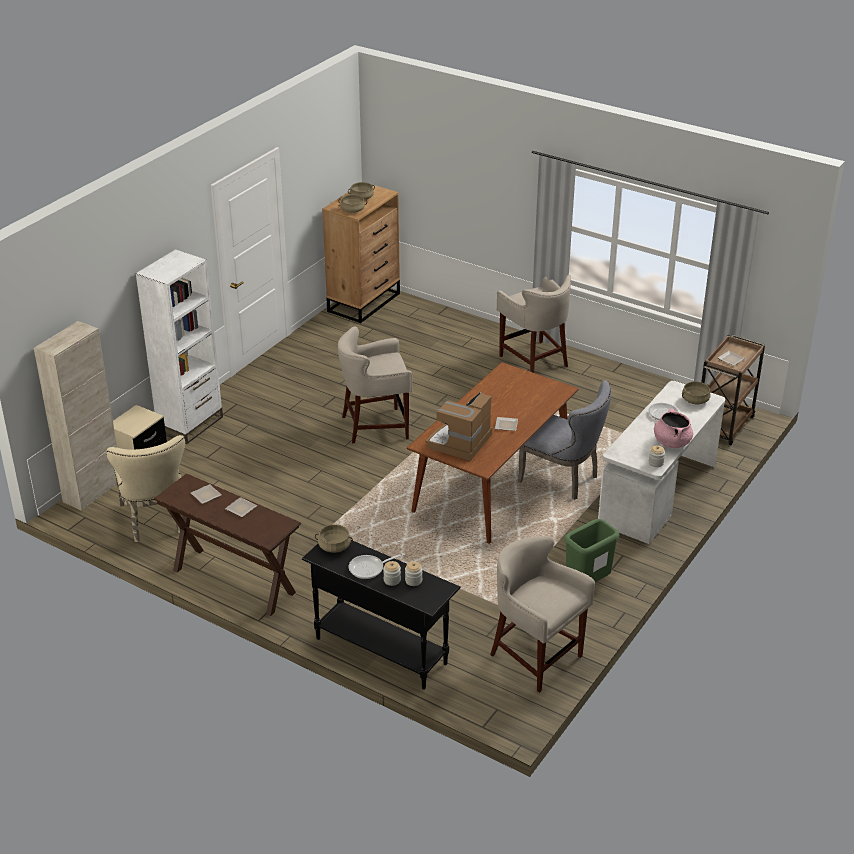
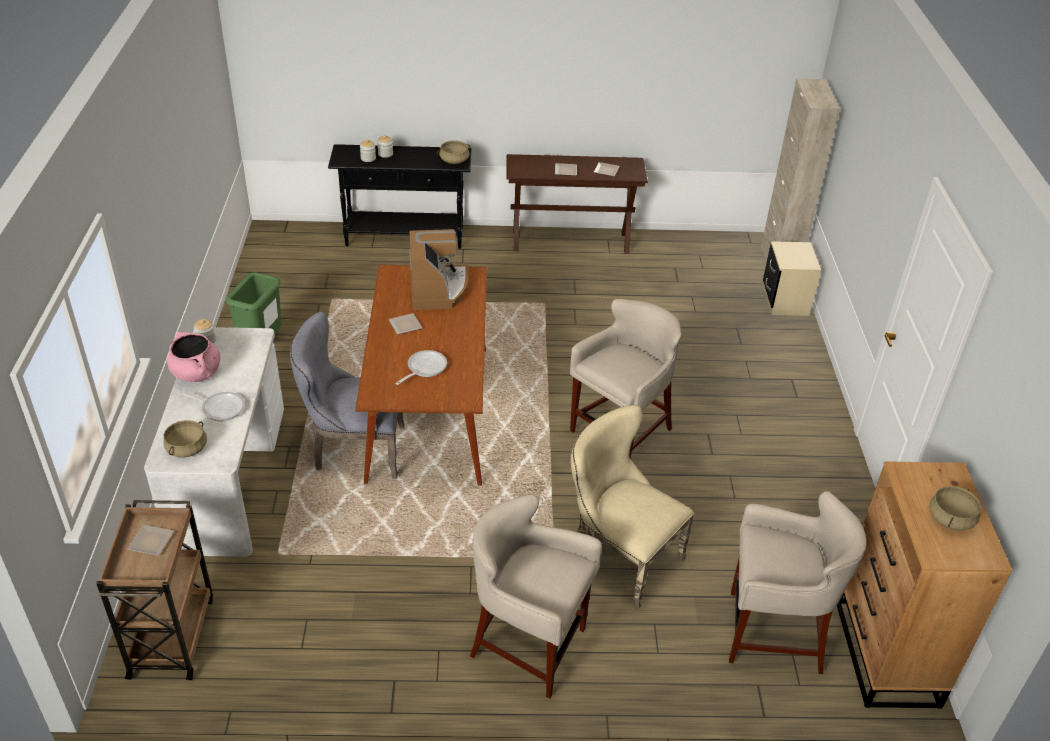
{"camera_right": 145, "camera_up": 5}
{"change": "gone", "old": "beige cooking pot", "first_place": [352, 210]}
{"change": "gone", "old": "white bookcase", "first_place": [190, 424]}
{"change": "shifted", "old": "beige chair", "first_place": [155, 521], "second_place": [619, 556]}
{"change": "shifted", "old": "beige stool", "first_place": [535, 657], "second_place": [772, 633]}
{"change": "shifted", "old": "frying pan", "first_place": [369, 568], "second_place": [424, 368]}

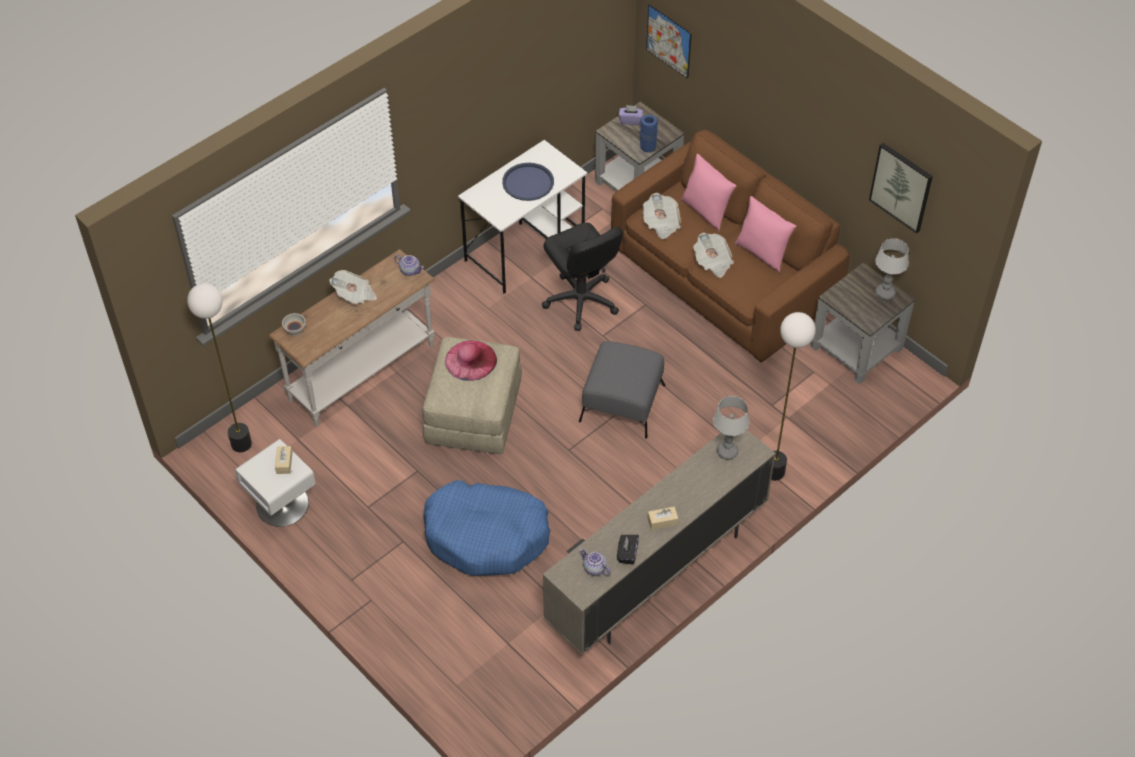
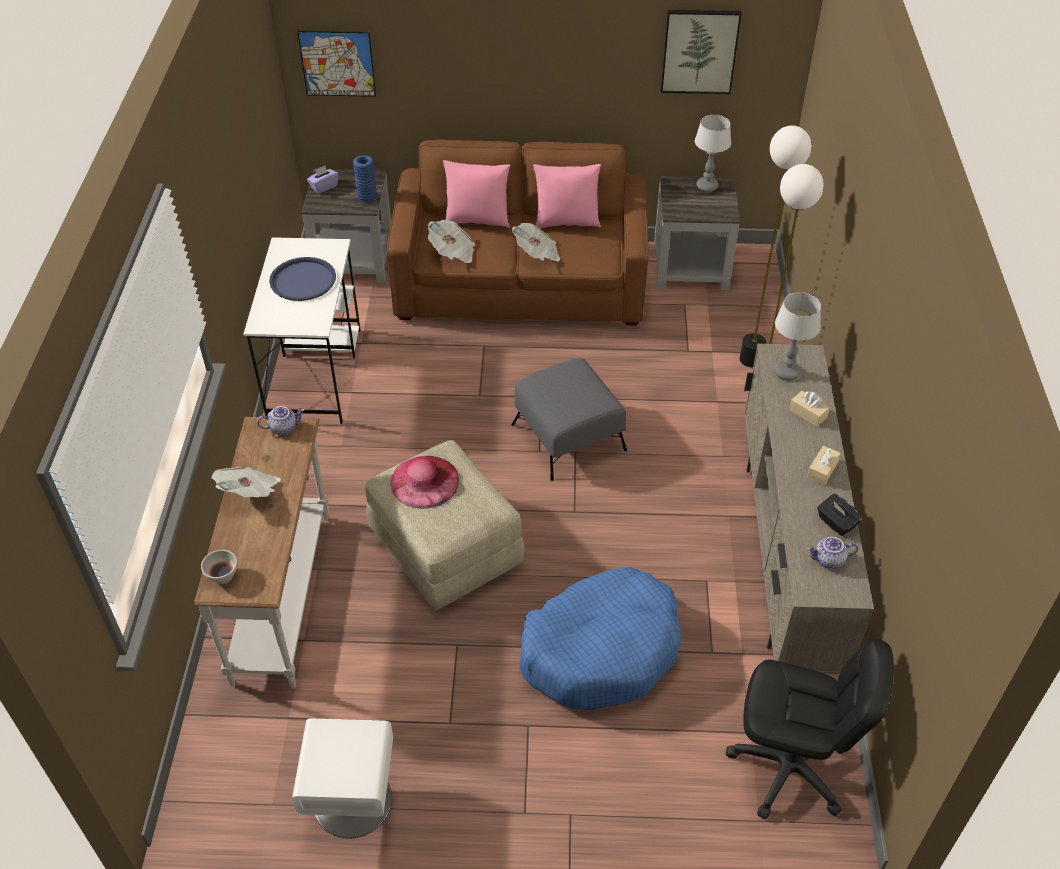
{"camera_right": -45, "camera_up": -5}
{"change": "shifted", "old": "black office chair", "first_place": [581, 301], "second_place": [788, 768]}
{"change": "shifted", "old": "floor lamp", "first_place": [241, 443], "second_place": [750, 359]}
{"change": "shifted", "old": "beige tissue box", "first_place": [284, 463], "second_place": [808, 413]}

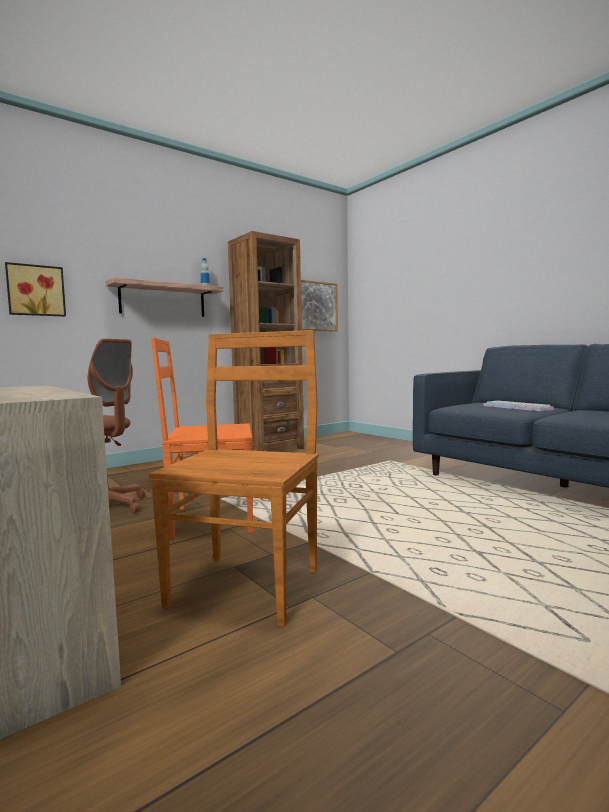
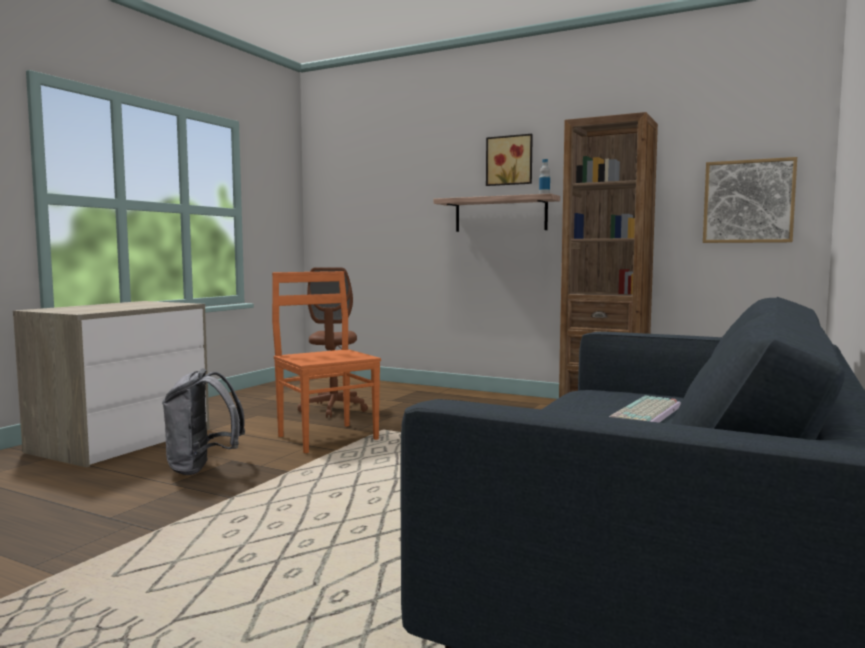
{"camera_right": 65, "camera_up": 0}
{"change": "shifted", "old": "picture", "first_place": [36, 290], "second_place": [510, 160]}
{"change": "swapped", "old": "brown chair", "new": "grey backpack", "first_place": [247, 585], "second_place": [202, 468]}

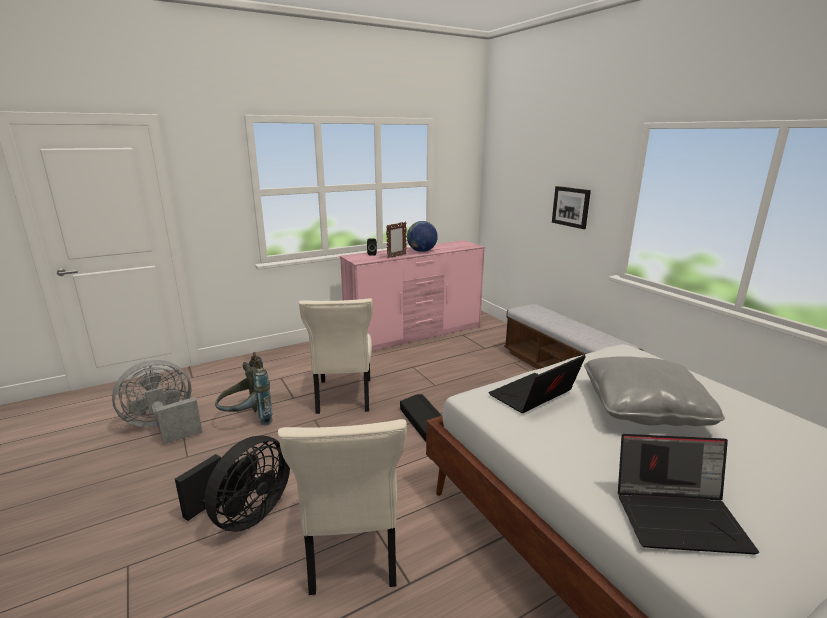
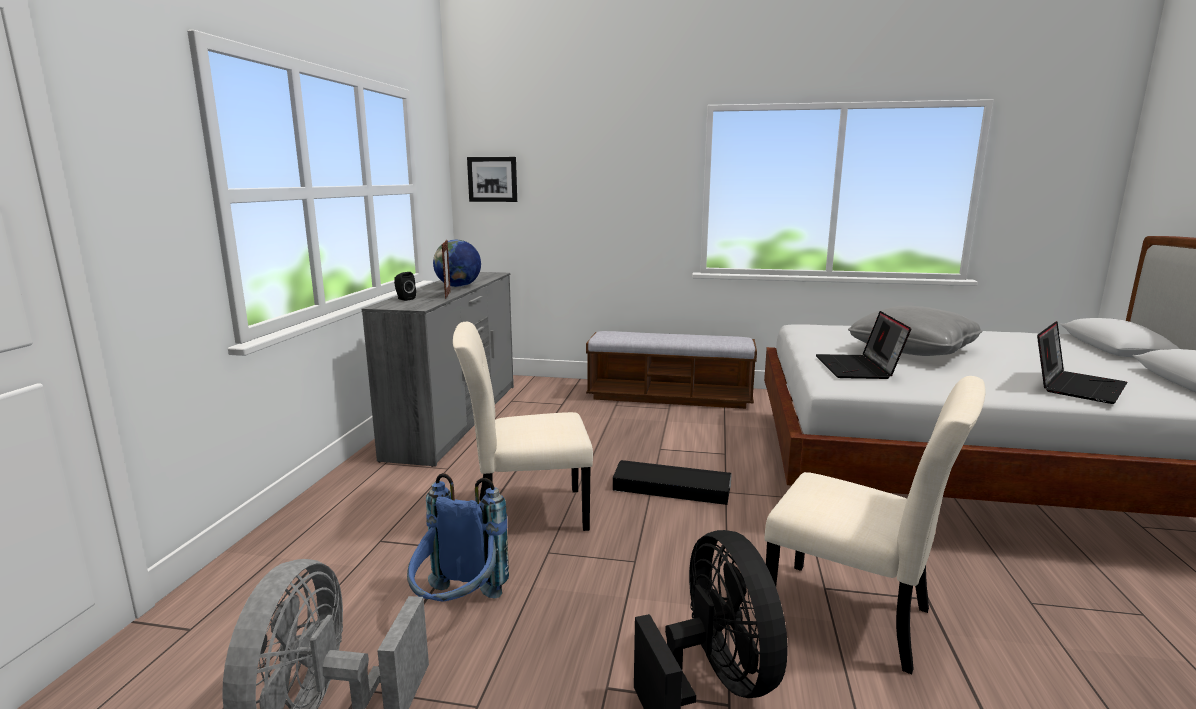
{"camera_right": -50, "camera_up": -5}
{"change": "shifted", "old": "picture", "first_place": [571, 207], "second_place": [492, 179]}
{"change": "repainted", "old": "pink dresser", "new": "grey dresser", "first_place": [415, 334], "second_place": [457, 419]}
{"change": "rotated", "old": "beige chair", "first_place": [343, 397], "second_place": [525, 513], "degrees": 135}
{"change": "repainted", "old": "grey backpack", "new": "blue backpack", "first_place": [247, 420], "second_place": [458, 608]}

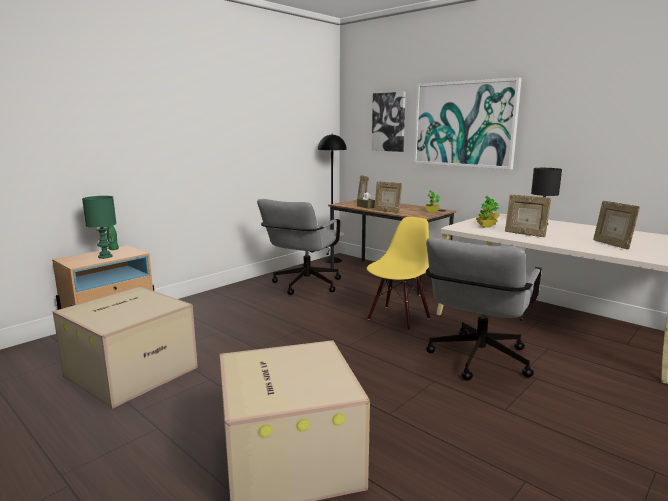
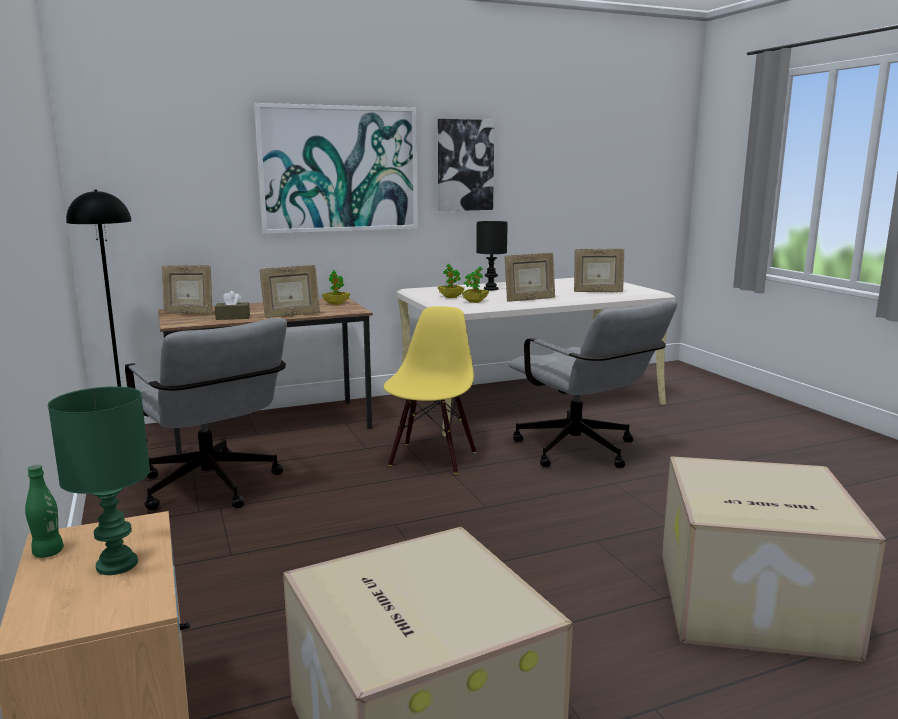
{"camera_right": -65, "camera_up": 0}
{"change": "shifted", "old": "picture", "first_place": [389, 122], "second_place": [465, 165]}
{"change": "rotated", "old": "yellow chair", "first_place": [398, 318], "second_place": [431, 458], "degrees": 45}

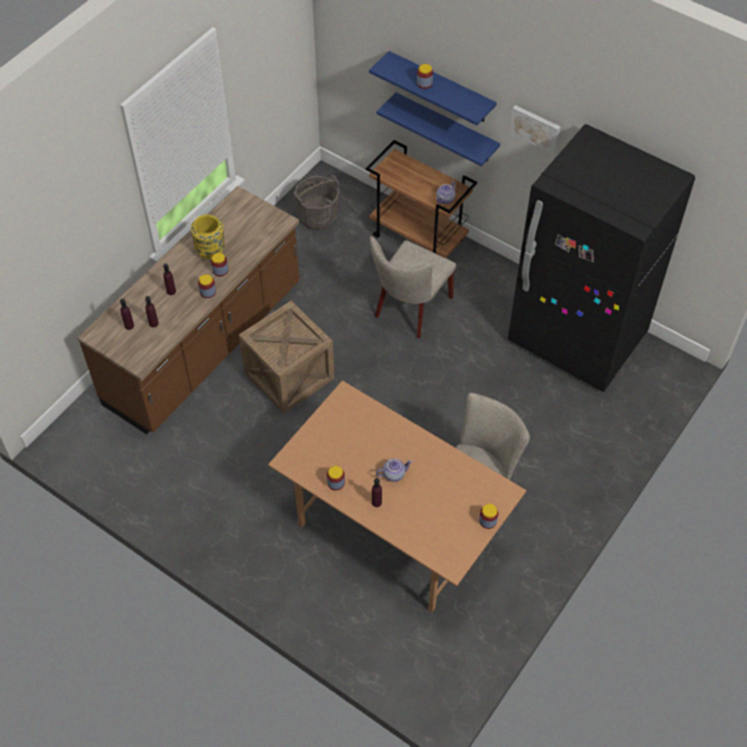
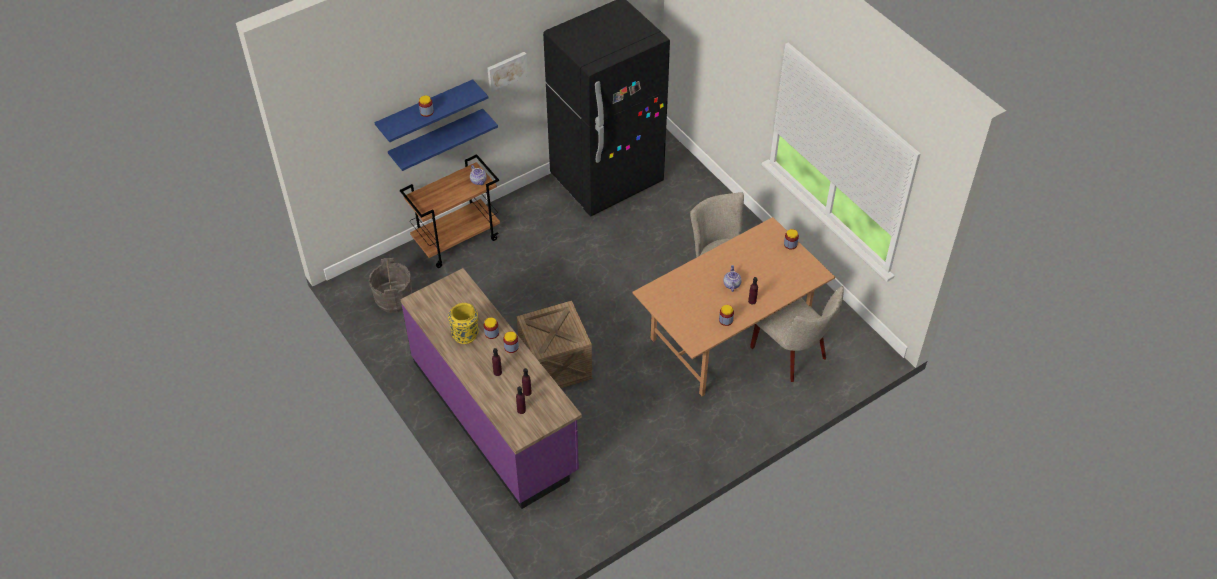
{"camera_right": -70, "camera_up": -5}
{"change": "repainted", "old": "brown counter", "new": "purple counter", "first_place": [205, 346], "second_place": [495, 416]}
{"change": "shifted", "old": "beige chair", "first_place": [410, 309], "second_place": [792, 355]}

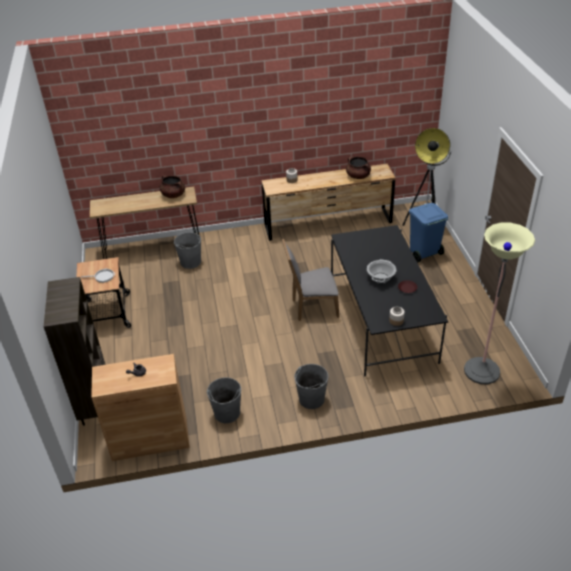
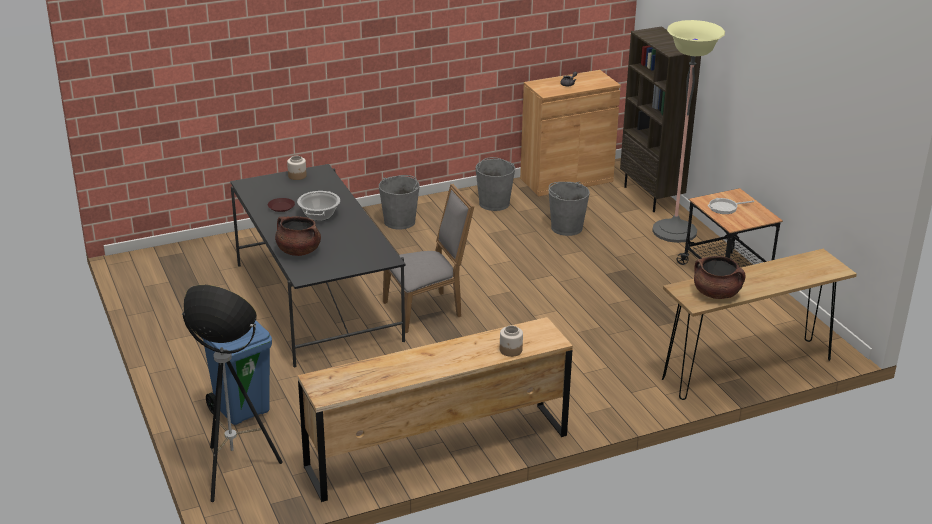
{"camera_right": 165, "camera_up": -10}
{"change": "shifted", "old": "brown cooking pot", "first_place": [358, 176], "second_place": [298, 251]}
{"change": "shifted", "old": "floor lamp", "first_place": [481, 371], "second_place": [674, 231]}
{"change": "shifted", "old": "grey bucket", "first_place": [190, 262], "second_place": [566, 227]}

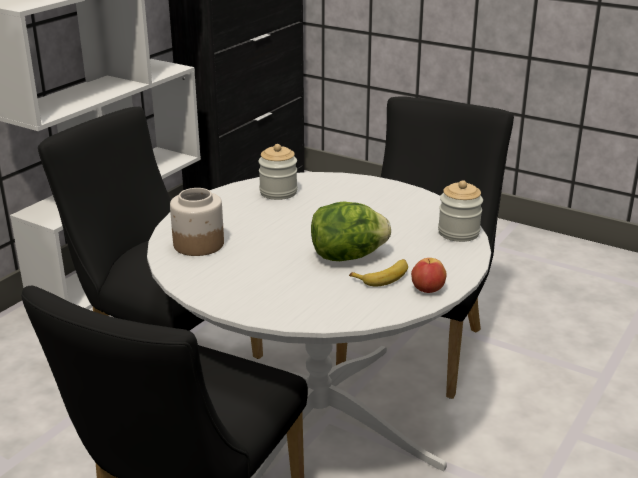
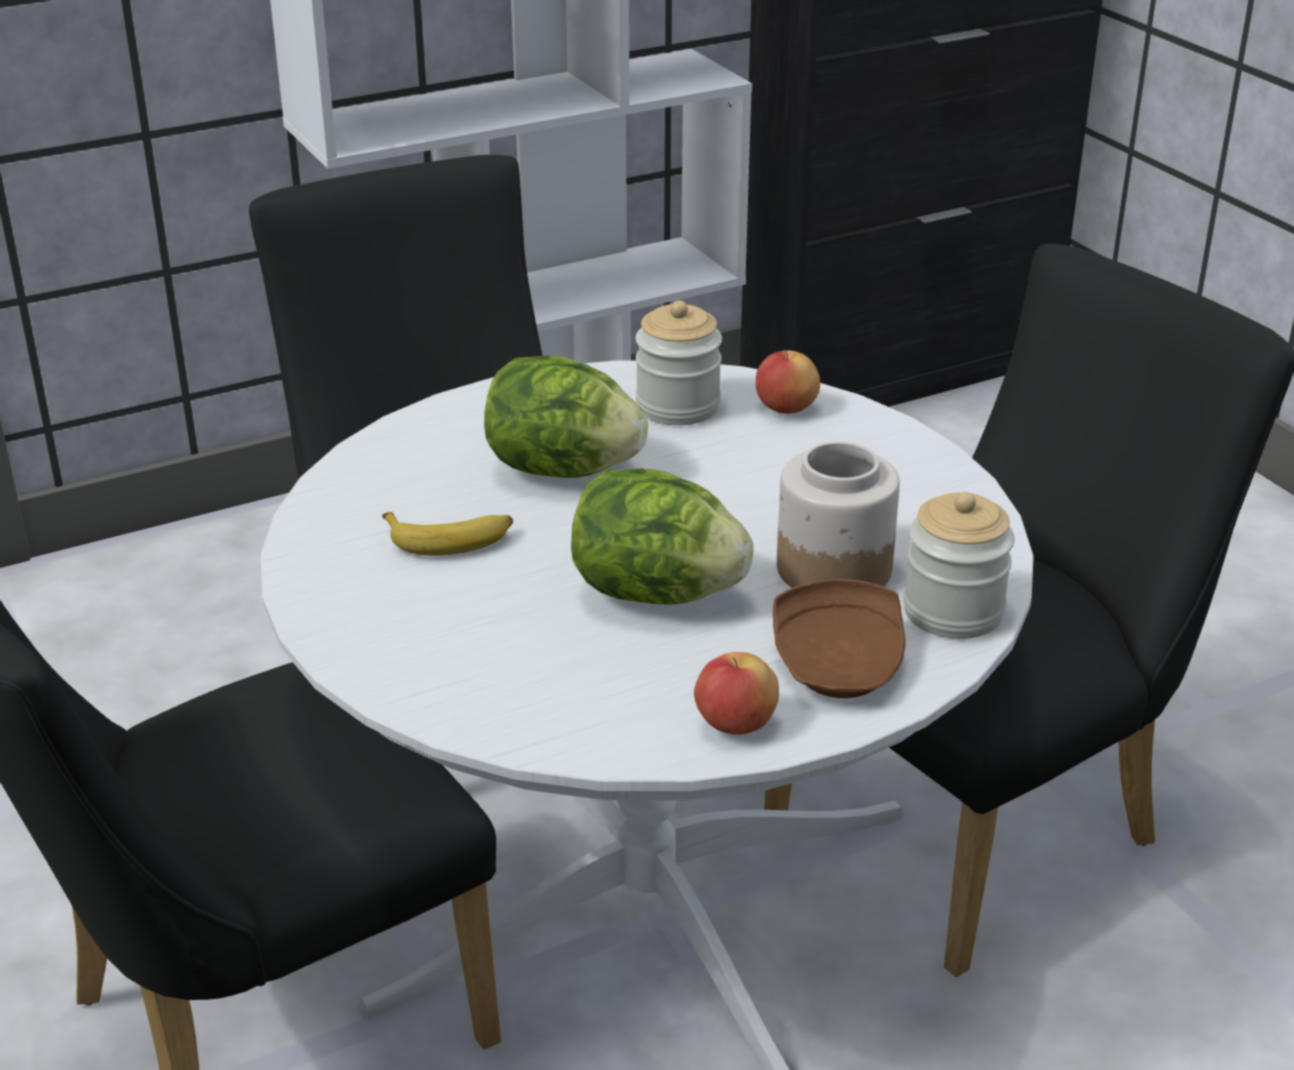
{"camera_right": 30, "camera_up": 5}
{"change": "shifted", "old": "jar", "first_place": [198, 244], "second_place": [832, 569]}
{"change": "shifted", "old": "banana", "first_place": [383, 277], "second_place": [450, 539]}
{"change": "new", "new": "apple", "second_place": [785, 409]}
{"change": "new", "new": "lettuce", "second_place": [562, 470]}
{"change": "new", "new": "brown plate", "second_place": [840, 666]}

